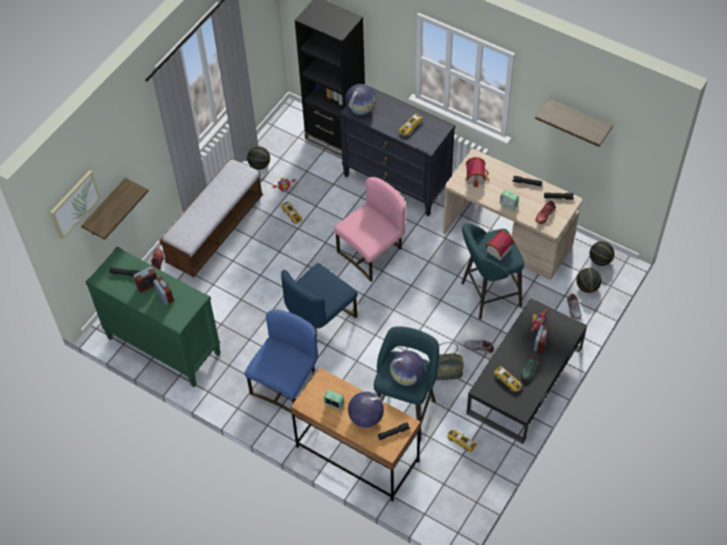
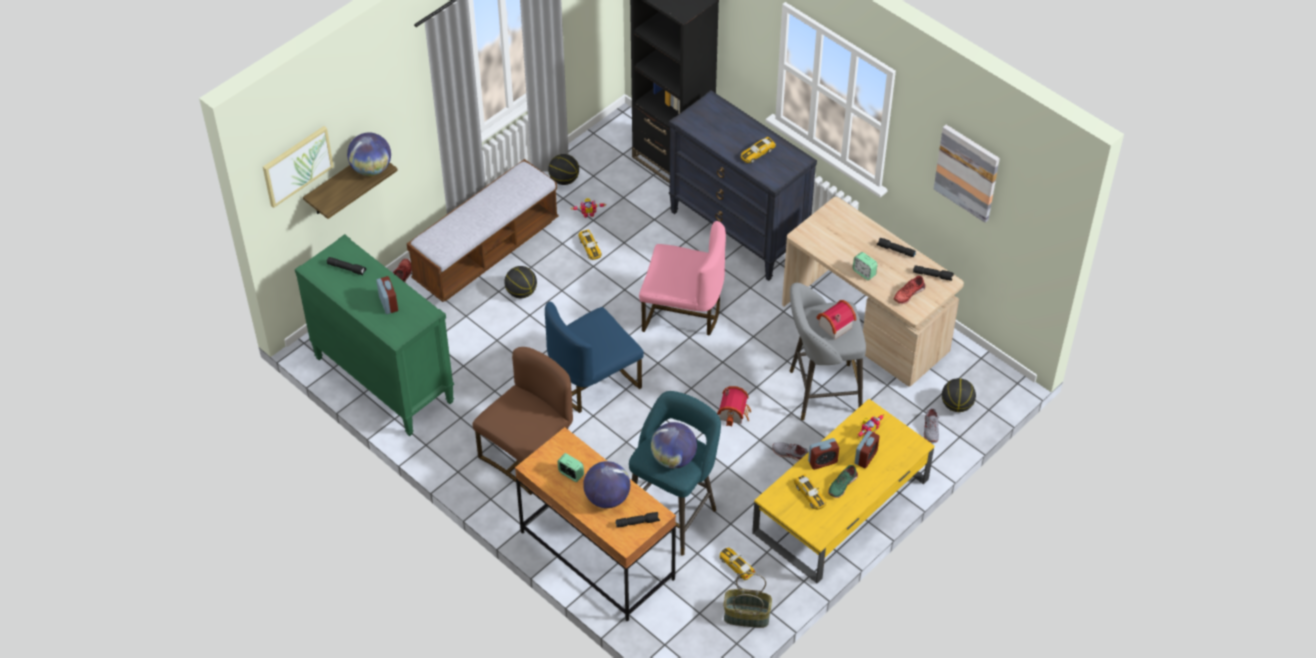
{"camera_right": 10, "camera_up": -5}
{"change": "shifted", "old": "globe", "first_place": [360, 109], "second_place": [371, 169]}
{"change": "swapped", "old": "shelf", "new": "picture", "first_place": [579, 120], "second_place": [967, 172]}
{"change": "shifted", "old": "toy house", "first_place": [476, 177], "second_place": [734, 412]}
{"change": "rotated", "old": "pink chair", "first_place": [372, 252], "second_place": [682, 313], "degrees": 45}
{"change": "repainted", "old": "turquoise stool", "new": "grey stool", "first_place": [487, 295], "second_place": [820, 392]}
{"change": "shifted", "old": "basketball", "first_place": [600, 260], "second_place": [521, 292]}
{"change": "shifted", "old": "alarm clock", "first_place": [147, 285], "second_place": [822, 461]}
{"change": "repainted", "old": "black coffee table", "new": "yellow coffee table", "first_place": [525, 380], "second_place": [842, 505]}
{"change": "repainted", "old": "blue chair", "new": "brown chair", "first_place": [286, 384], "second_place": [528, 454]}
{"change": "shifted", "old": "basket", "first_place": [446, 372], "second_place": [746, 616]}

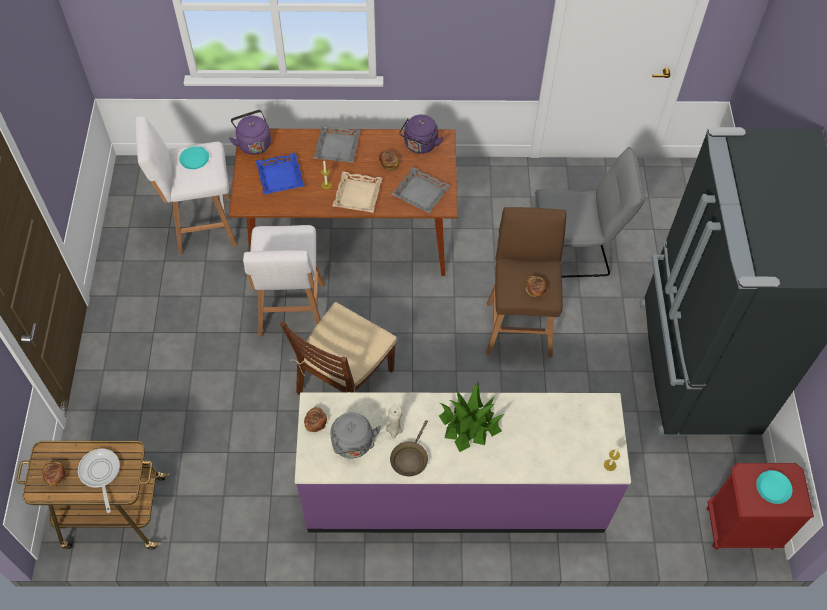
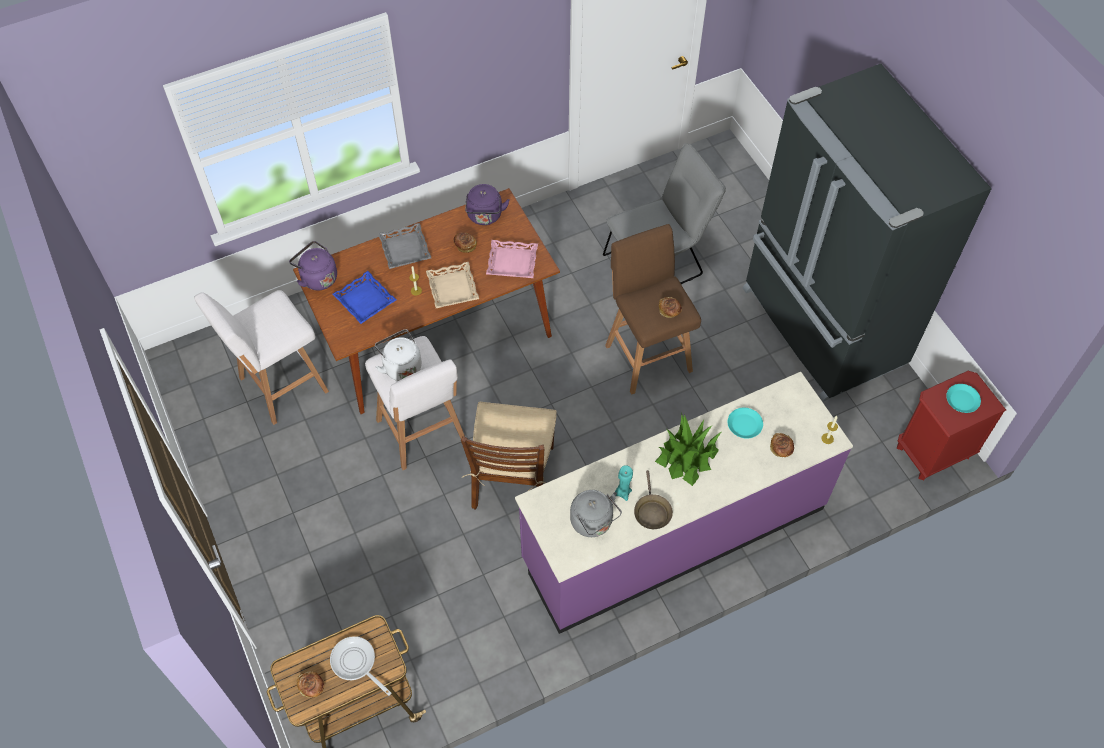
{"camera_right": -25, "camera_up": 0}
{"change": "shifted", "old": "turquoise plate", "first_place": [195, 160], "second_place": [745, 425]}
{"change": "repainted", "old": "grey tray", "new": "pink tray", "first_place": [420, 193], "second_place": [512, 263]}
{"change": "repainted", "old": "beige candle", "new": "turquoise candle", "first_place": [394, 430], "second_place": [623, 492]}
{"change": "shifted", "old": "bread", "first_place": [315, 423], "second_place": [781, 449]}
{"change": "new", "new": "white kettle", "second_place": [401, 366]}

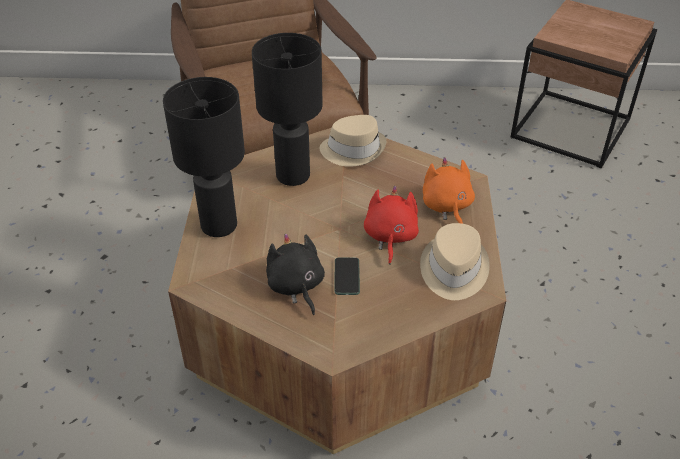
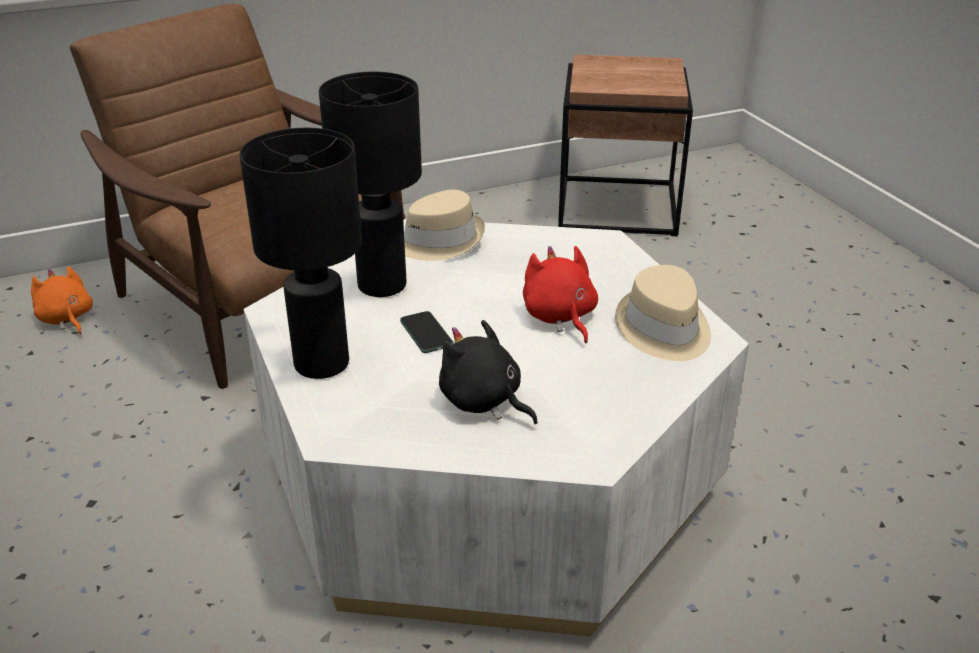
{"camera_right": -25, "camera_up": -10}
{"change": "repainted", "old": "brown coffee table", "new": "white coffee table", "first_place": [339, 321], "second_place": [488, 477]}
{"change": "shifted", "old": "orange plush toy", "first_place": [447, 207], "second_place": [66, 319]}
{"change": "shifted", "old": "phone", "first_place": [347, 277], "second_place": [426, 333]}

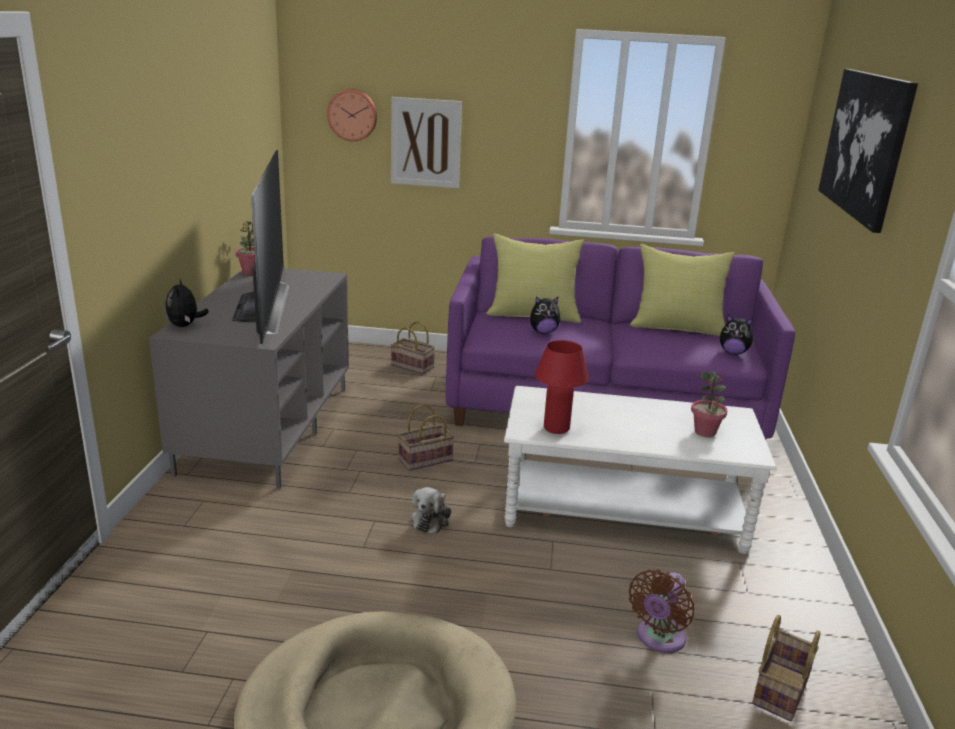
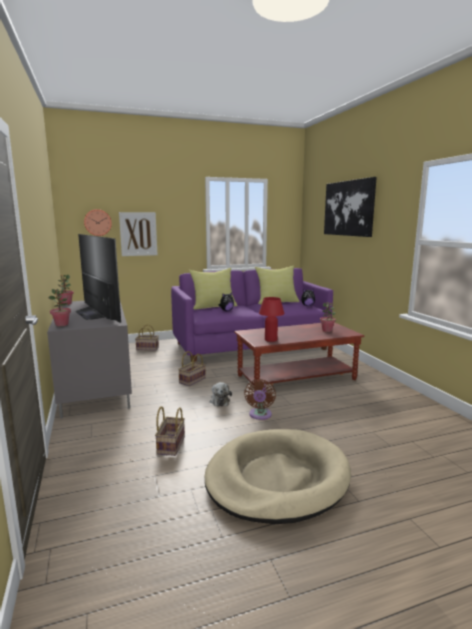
{"camera_right": -25, "camera_up": -10}
{"change": "swapped", "old": "plush toy", "new": "potted plant", "first_place": [185, 325], "second_place": [61, 324]}
{"change": "repainted", "old": "white coffee table", "new": "brown coffee table", "first_place": [623, 510], "second_place": [296, 378]}
{"change": "shifted", "old": "brown fan", "first_place": [658, 639], "second_place": [260, 415]}
{"change": "shifted", "old": "basket", "first_place": [779, 689], "second_place": [170, 444]}

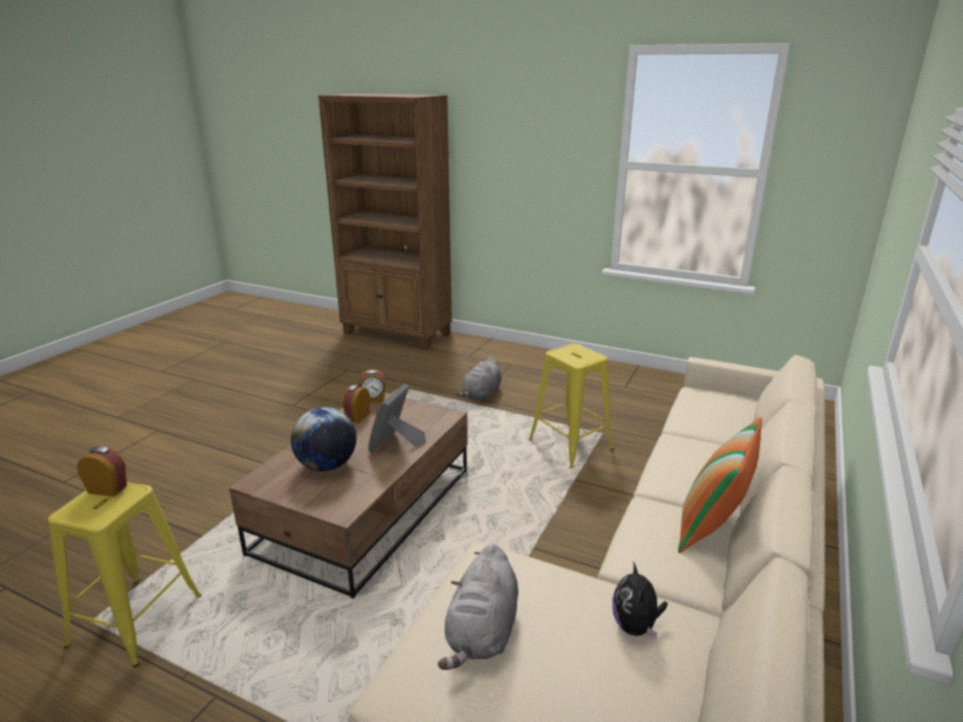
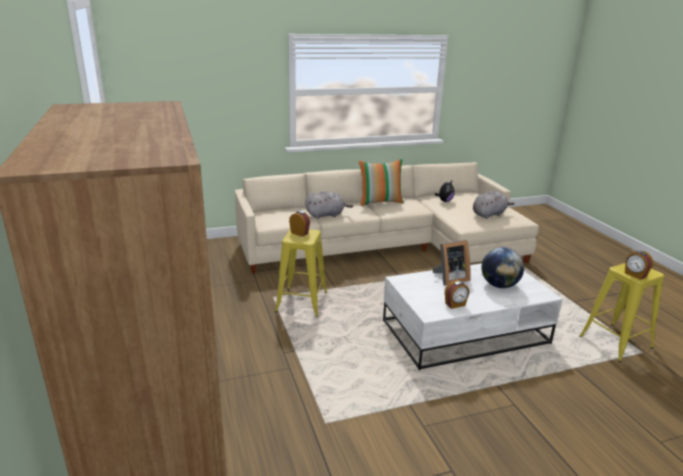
{"camera_right": -135, "camera_up": 0}
{"change": "shifted", "old": "grey plush toy", "first_place": [481, 395], "second_place": [326, 215]}
{"change": "shifted", "old": "alarm clock", "first_place": [373, 399], "second_place": [299, 233]}
{"change": "repainted", "old": "brown coffee table", "new": "white coffee table", "first_place": [365, 511], "second_place": [465, 331]}

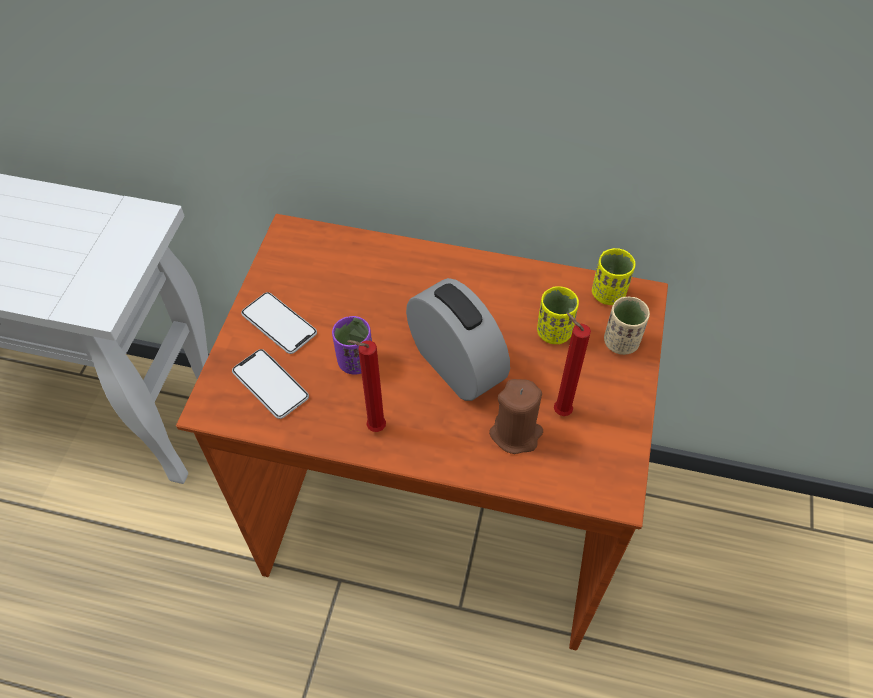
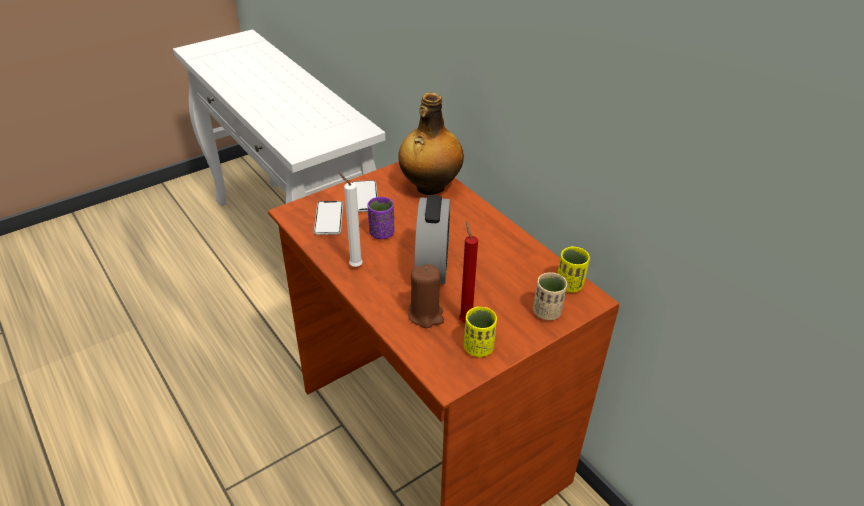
{"camera_right": 40, "camera_up": -15}
{"change": "shifted", "old": "yellow cup", "first_place": [554, 332], "second_place": [478, 348]}
{"change": "repainted", "old": "red candle", "new": "white candle", "first_place": [373, 428], "second_place": [354, 265]}
{"change": "new", "new": "bottle", "second_place": [429, 187]}

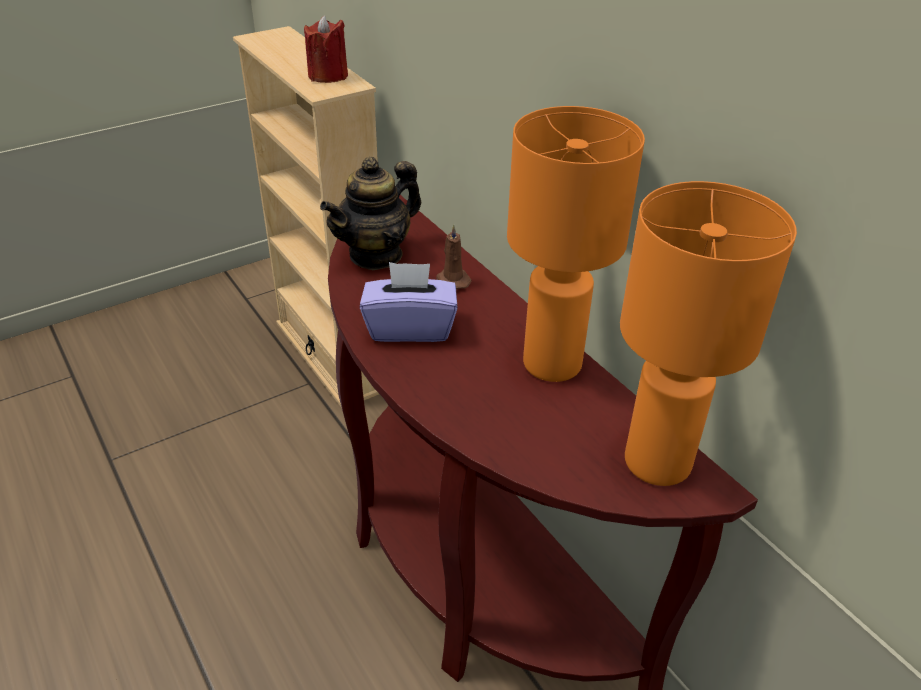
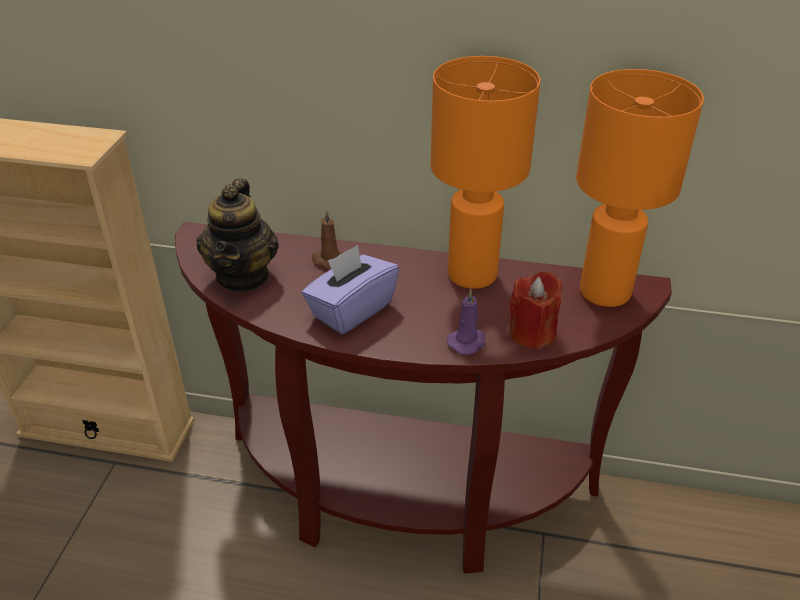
{"camera_right": -45, "camera_up": 0}
{"change": "shifted", "old": "red candle", "first_place": [328, 76], "second_place": [532, 333]}
{"change": "new", "new": "purple candle", "second_place": [468, 342]}

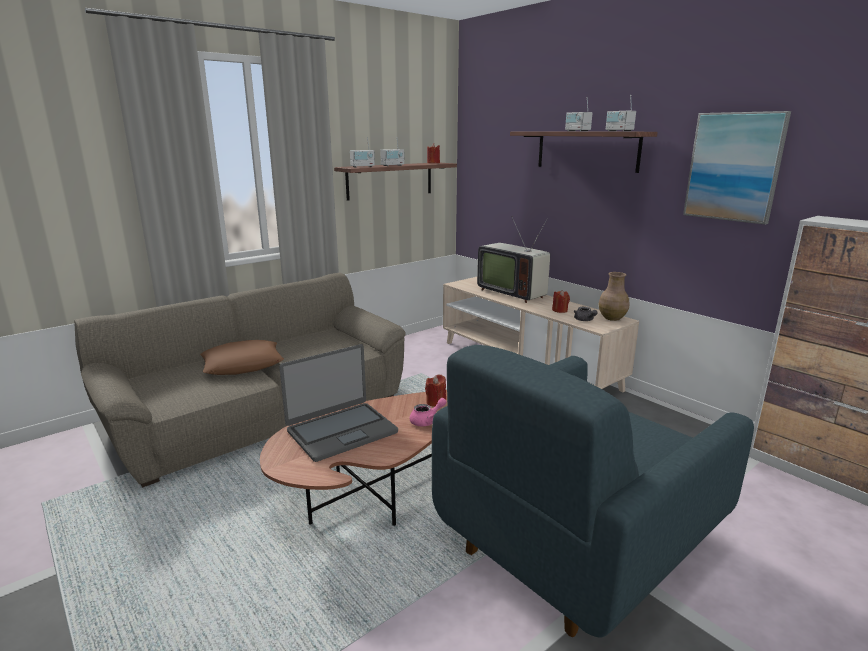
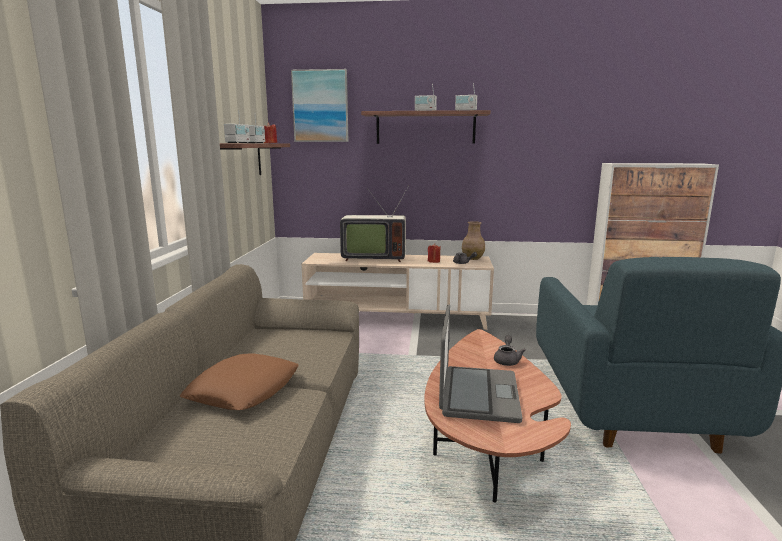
{"camera_right": -45, "camera_up": -5}
{"change": "shifted", "old": "picture", "first_place": [734, 167], "second_place": [320, 106]}
{"change": "gone", "old": "red candle", "first_place": [436, 402]}
{"change": "repainted", "old": "pink teapot", "new": "grey teapot", "first_place": [427, 421], "second_place": [507, 360]}

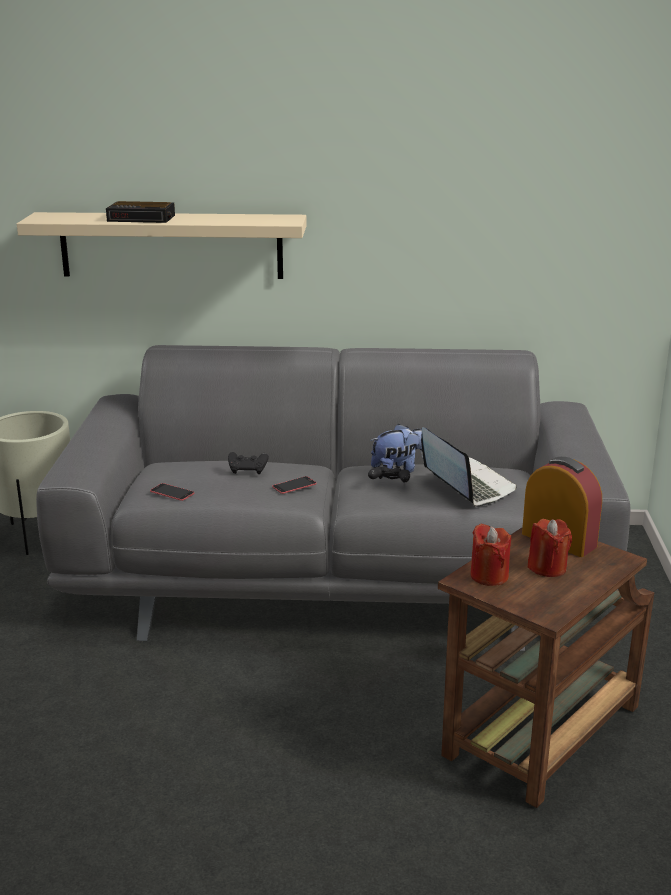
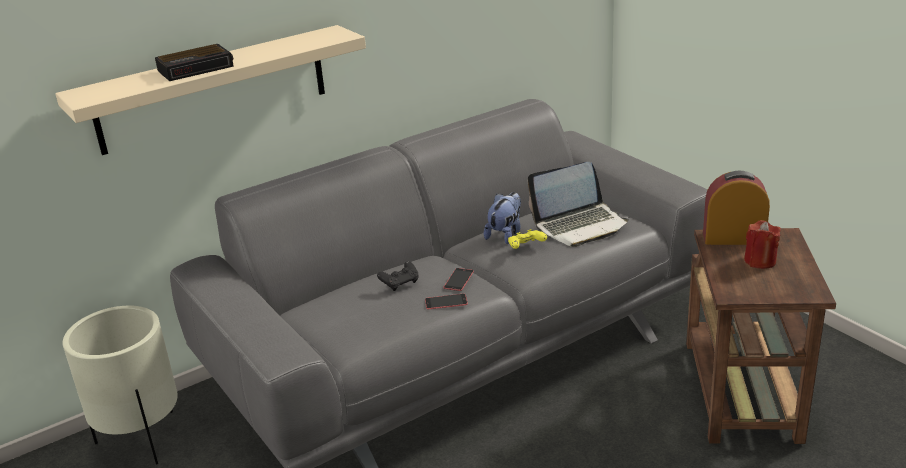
{"camera_right": -35, "camera_up": 5}
{"change": "rotated", "old": "laptop", "first_place": [466, 485], "second_place": [580, 225], "degrees": 135}
{"change": "repainted", "old": "black game controller", "new": "yellow game controller", "first_place": [390, 483], "second_place": [526, 247]}
{"change": "shifted", "old": "phone", "first_place": [172, 492], "second_place": [446, 302]}
{"change": "gone", "old": "red candle", "first_place": [489, 576]}

